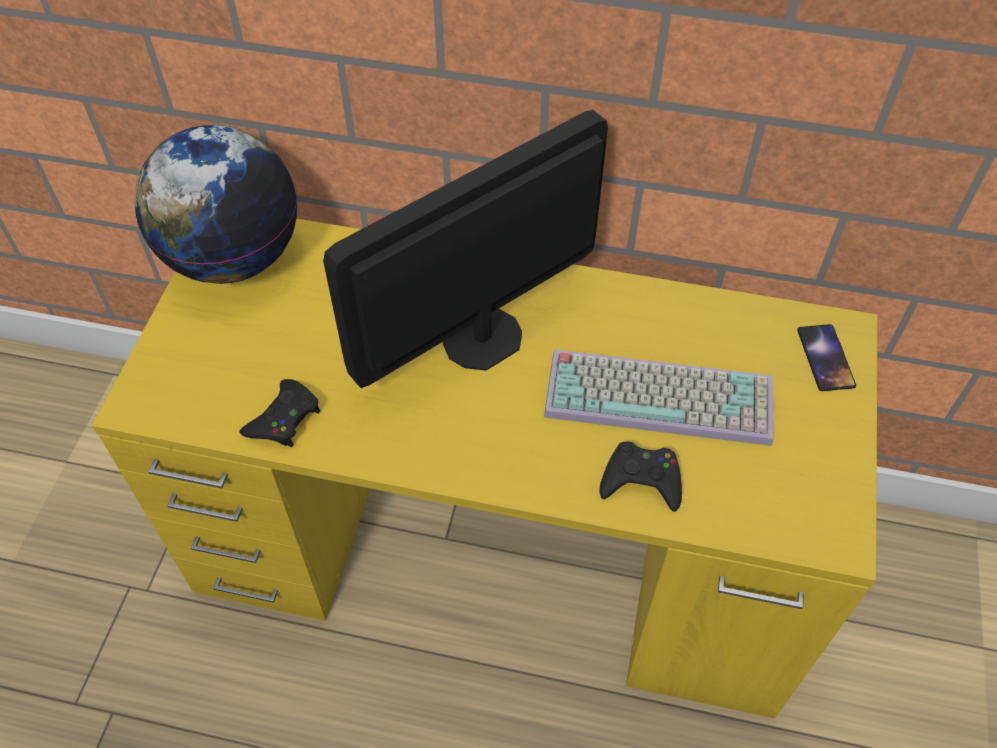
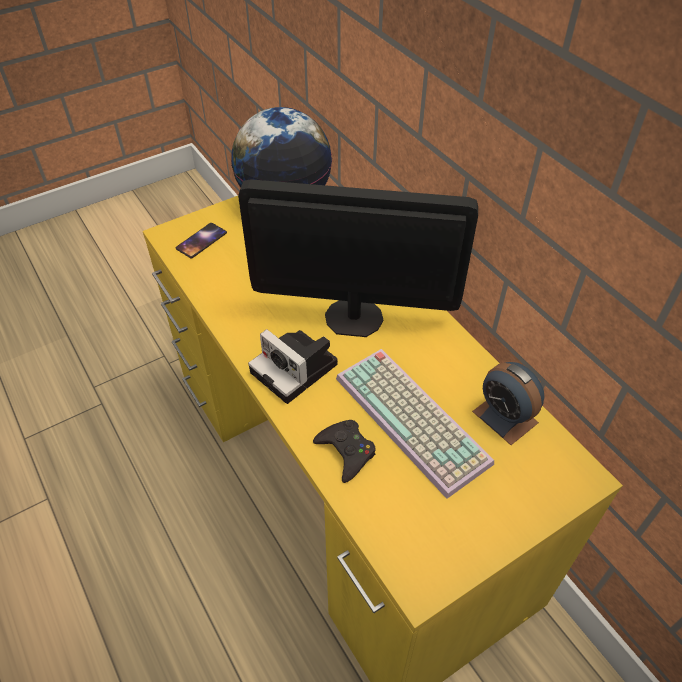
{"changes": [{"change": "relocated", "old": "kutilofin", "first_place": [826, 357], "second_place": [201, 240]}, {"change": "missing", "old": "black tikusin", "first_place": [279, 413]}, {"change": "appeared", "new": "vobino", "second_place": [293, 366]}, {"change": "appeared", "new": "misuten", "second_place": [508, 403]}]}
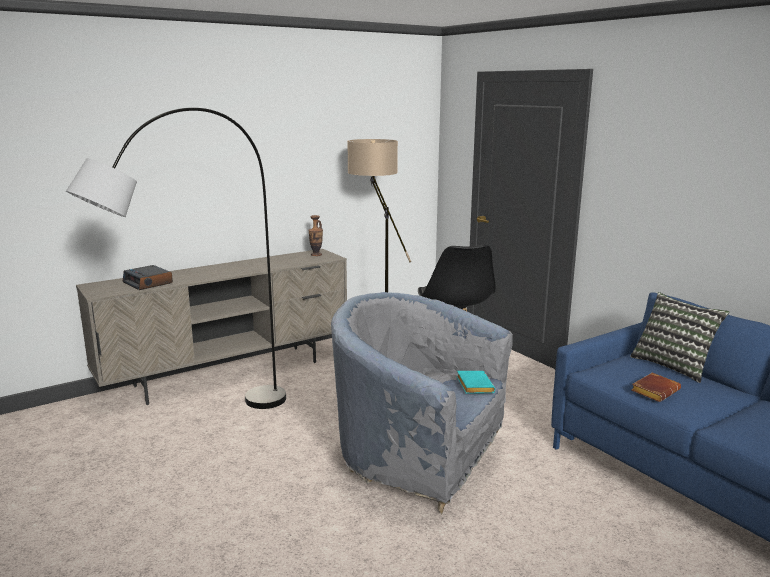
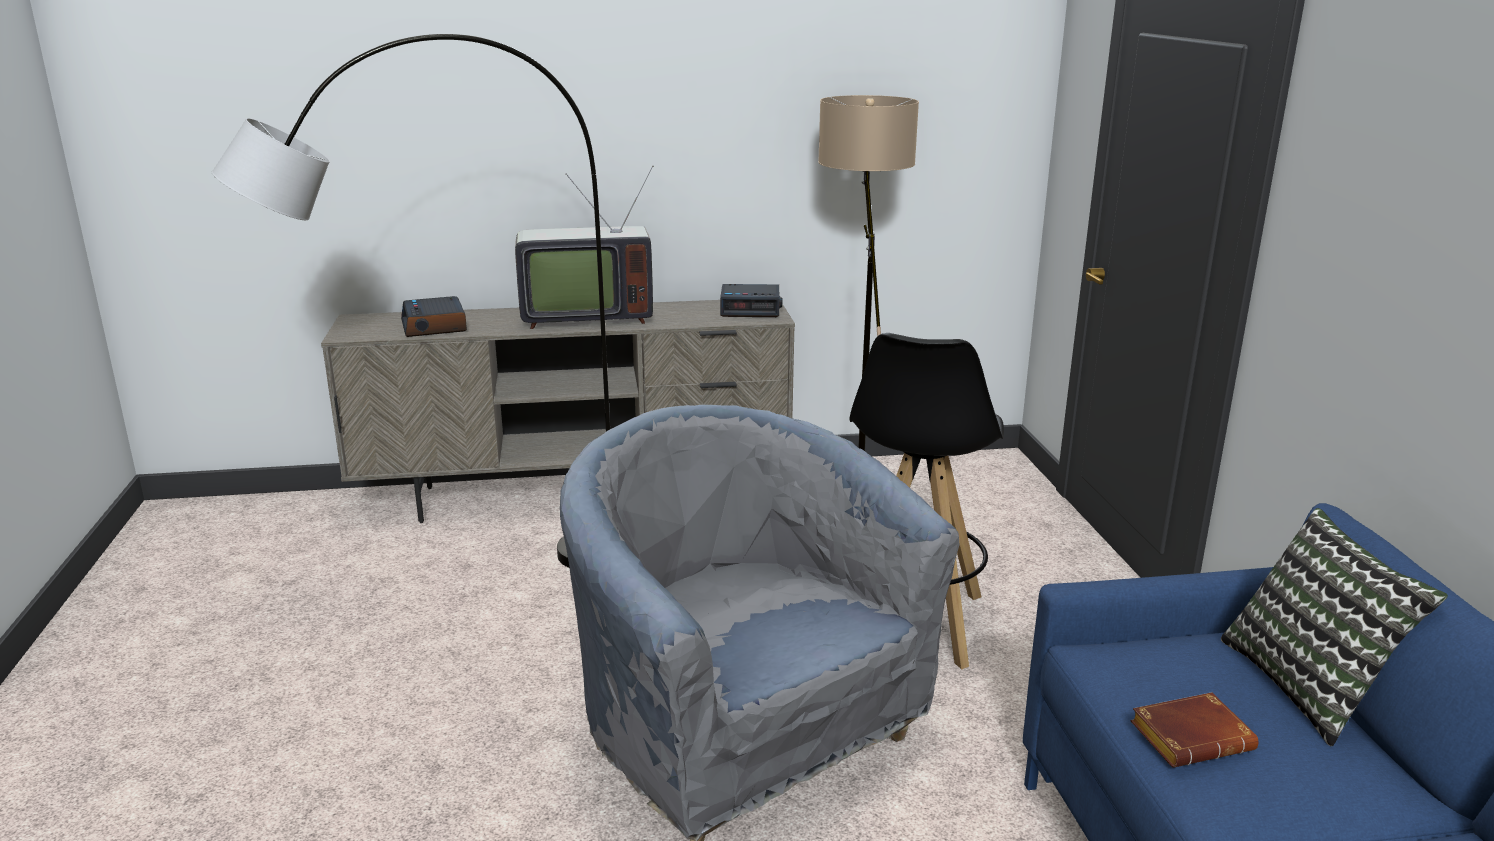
{"changes": [{"change": "exchanged", "old": "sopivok", "new": "misuten", "first_place": [315, 235], "second_place": [751, 300]}, {"change": "missing", "old": "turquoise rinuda", "first_place": [476, 382]}, {"change": "appeared", "new": "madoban", "second_place": [584, 247]}]}
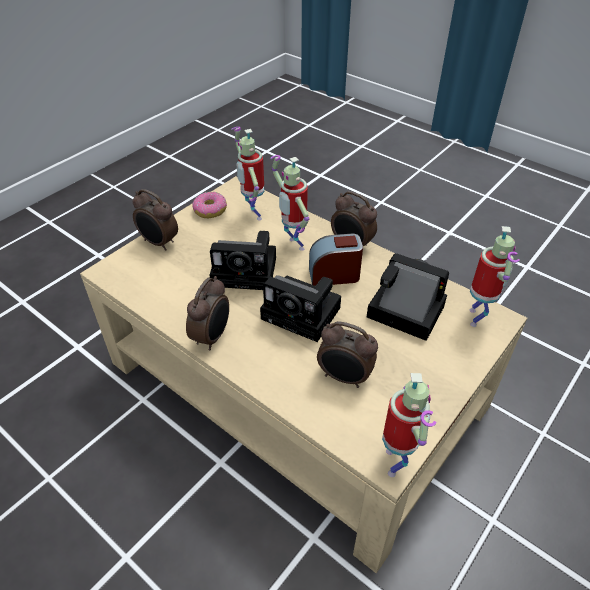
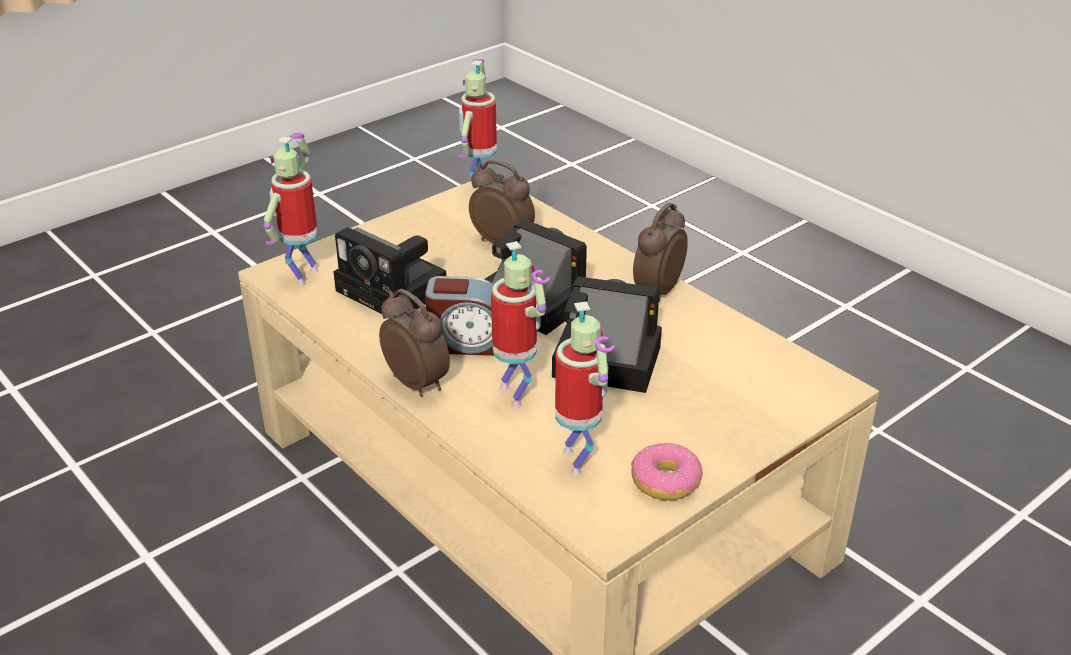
{"changes": [{"change": "missing", "old": "misuten", "first_place": [155, 219]}]}
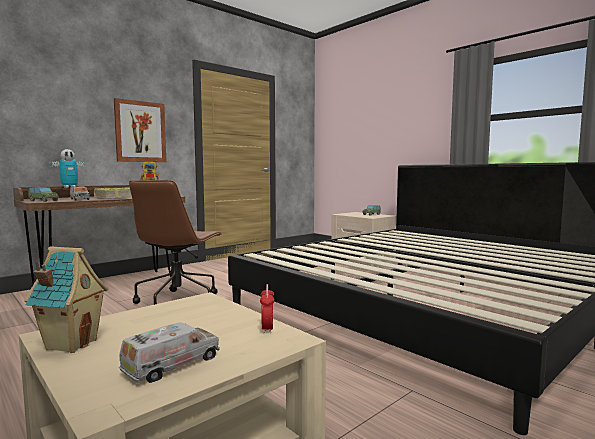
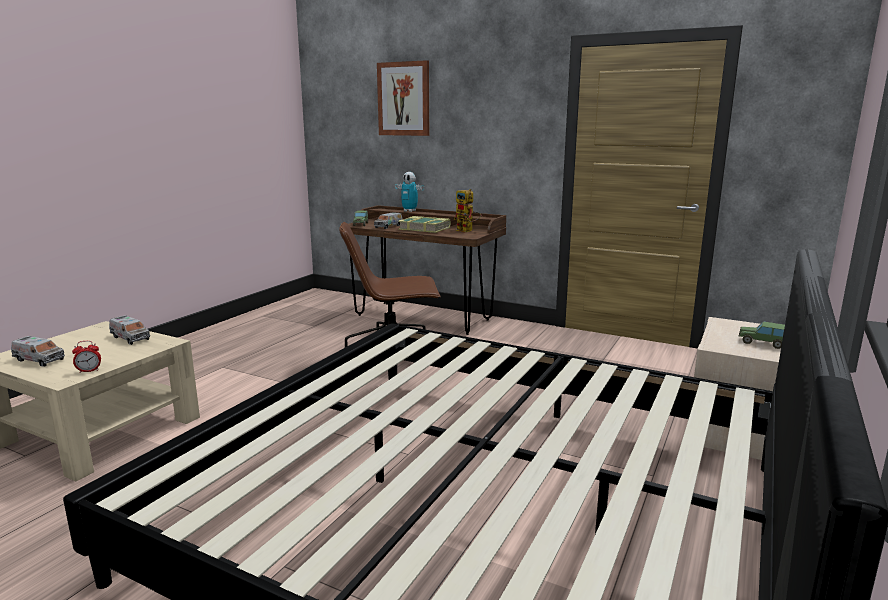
{"changes": [{"change": "relocated", "old": "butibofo", "first_place": [140, 130], "second_place": [403, 98]}, {"change": "missing", "old": "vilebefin", "first_place": [66, 299]}, {"change": "appeared", "new": "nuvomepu", "second_place": [129, 330]}]}
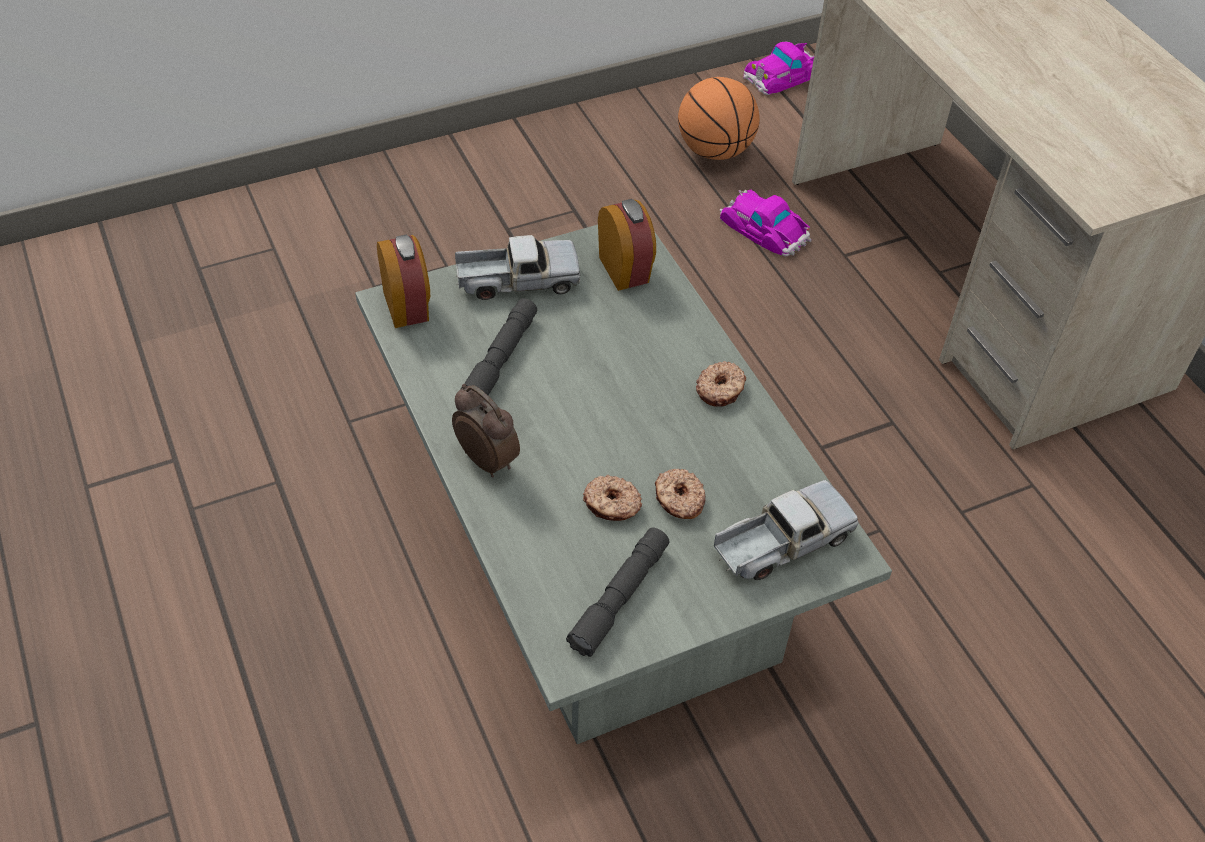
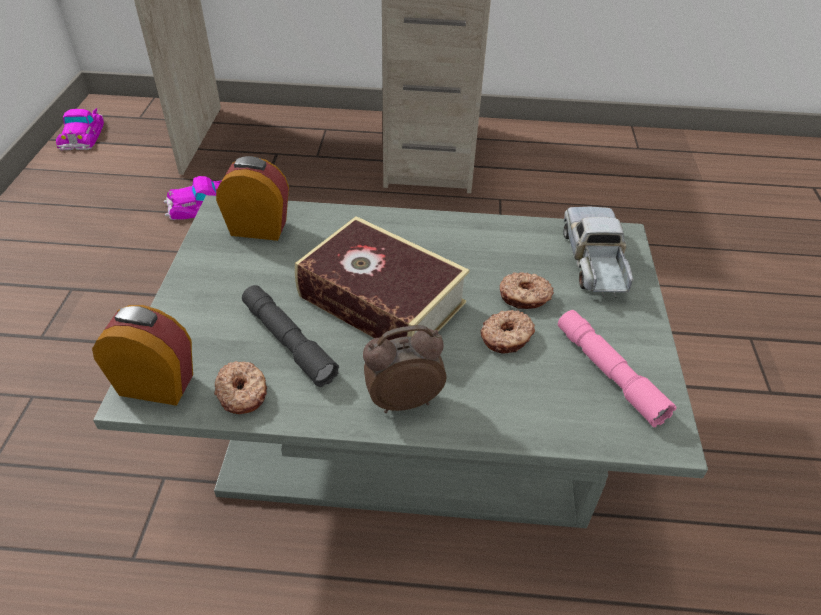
{"changes": [{"change": "missing", "old": "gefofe", "first_place": [719, 118]}, {"change": "missing", "old": "nuvomepu", "first_place": [517, 267]}, {"change": "relocated", "old": "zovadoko", "first_place": [721, 384], "second_place": [240, 387]}, {"change": "colour", "old": "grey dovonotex", "new": "pink dovonotex", "first_place": [617, 592], "second_place": [617, 368]}, {"change": "appeared", "new": "rinuda", "second_place": [382, 278]}]}
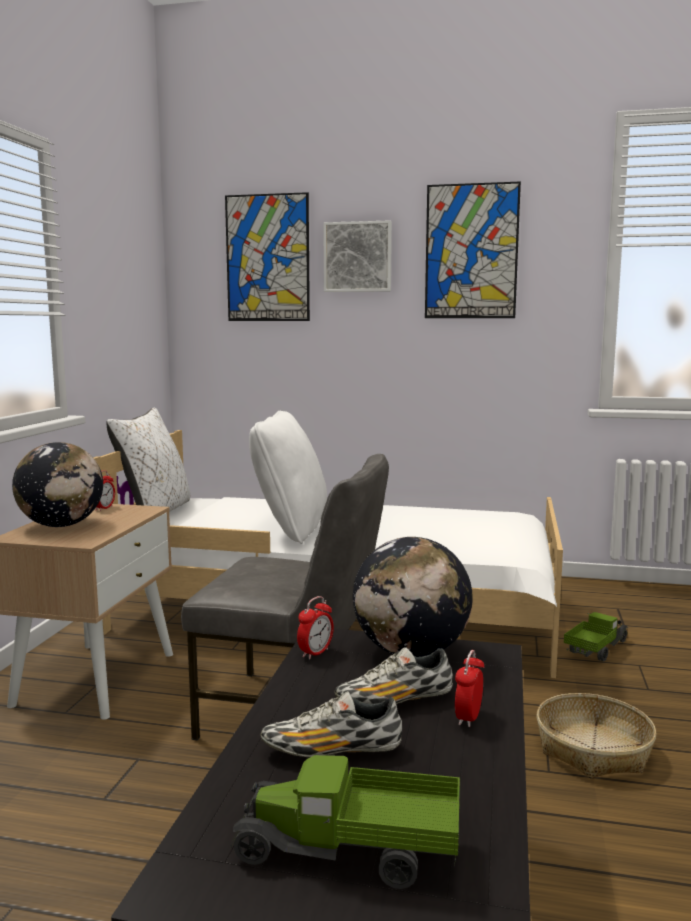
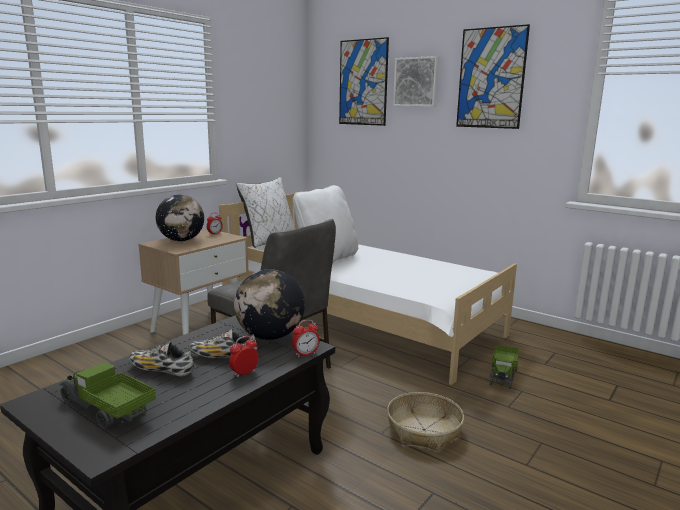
{"changes": [{"change": "relocated", "old": "misuten", "first_place": [315, 628], "second_place": [306, 338]}, {"change": "spun", "old": "nuvomepu", "first_place": [596, 637], "second_place": [504, 367], "degrees": 135}]}
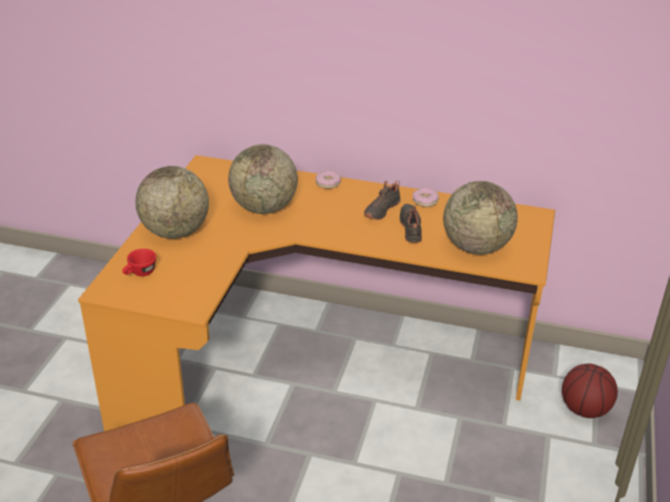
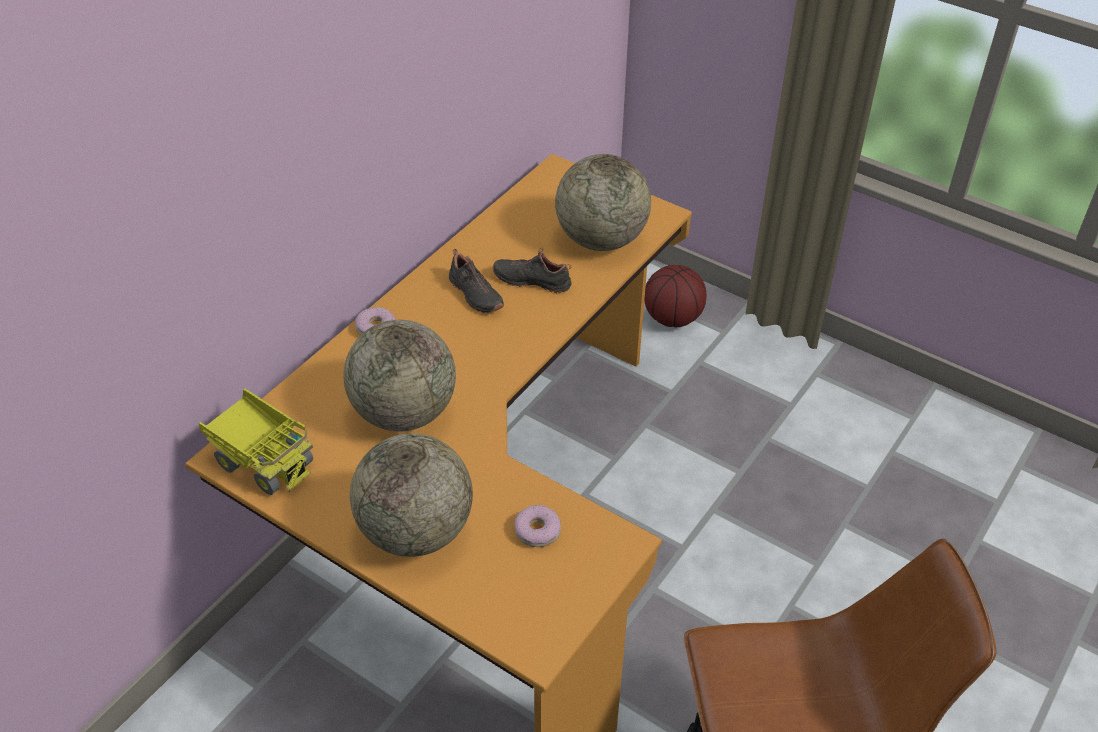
{"changes": [{"change": "relocated", "old": "zovadoko", "first_place": [426, 197], "second_place": [538, 526]}, {"change": "missing", "old": "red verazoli", "first_place": [139, 262]}, {"change": "appeared", "new": "nuvomepu", "second_place": [256, 442]}]}
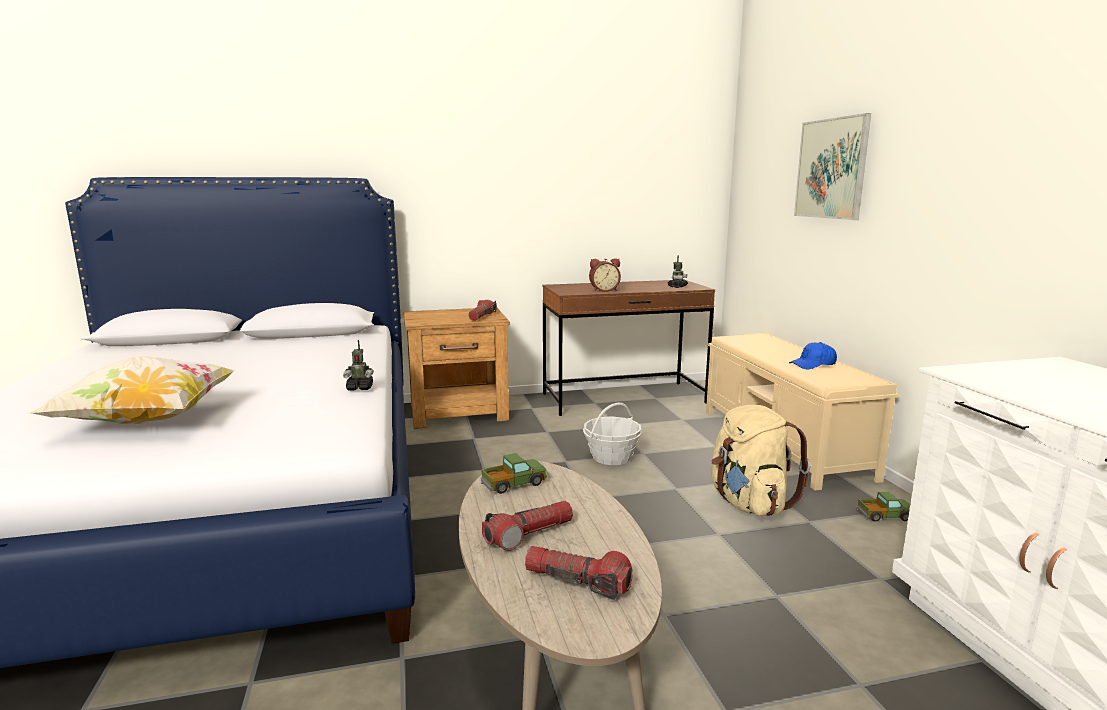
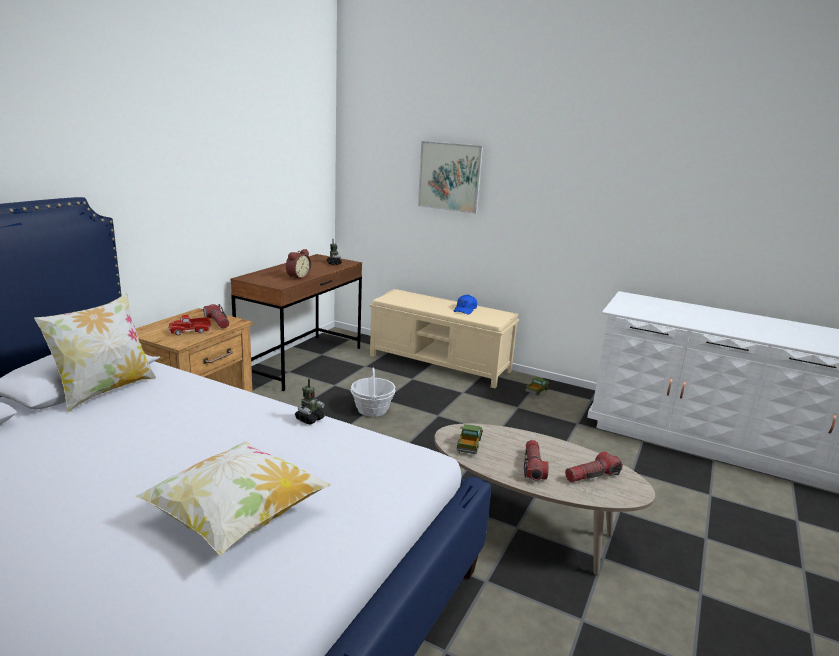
{"changes": [{"change": "missing", "old": "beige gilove", "first_place": [761, 460]}, {"change": "appeared", "new": "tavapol", "second_place": [95, 352]}, {"change": "appeared", "new": "nuvomepu", "second_place": [190, 325]}]}
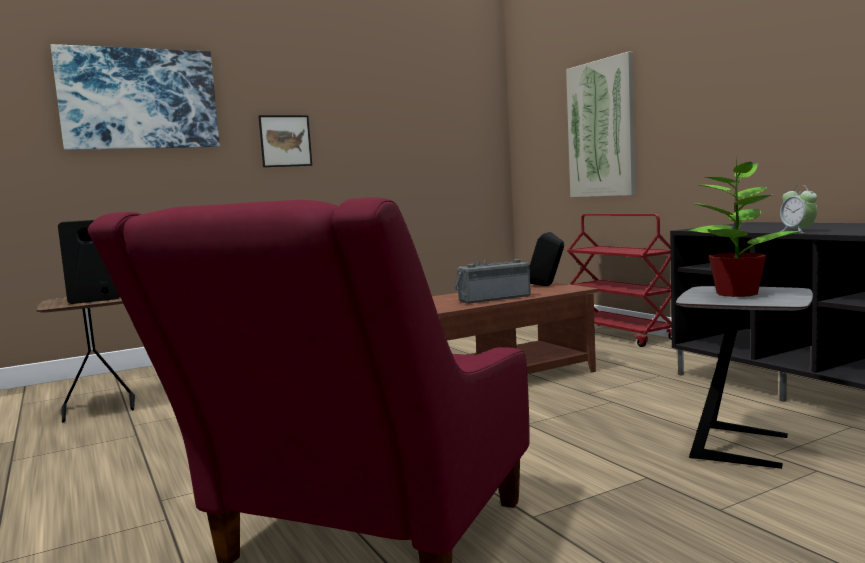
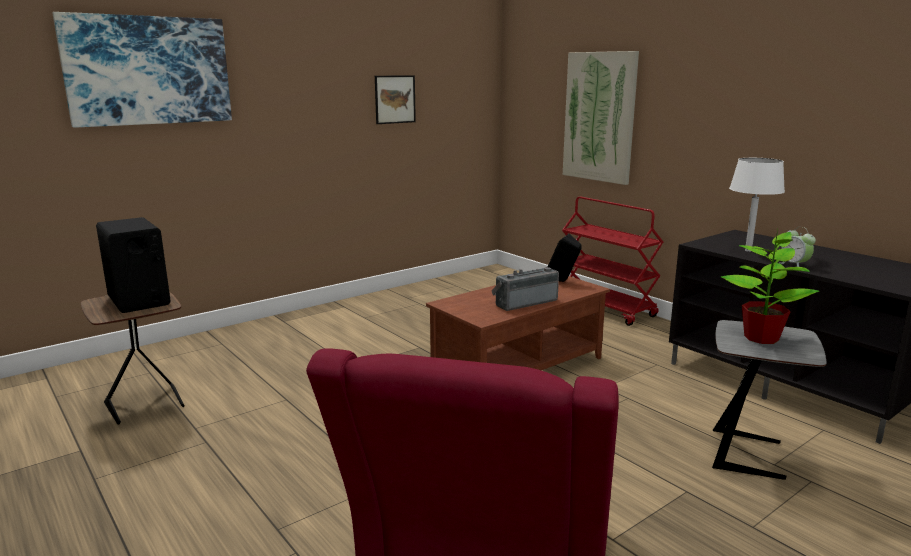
{"changes": [{"change": "relocated", "old": "butibofo", "first_place": [285, 141], "second_place": [395, 99]}, {"change": "appeared", "new": "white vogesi", "second_place": [757, 205]}]}
